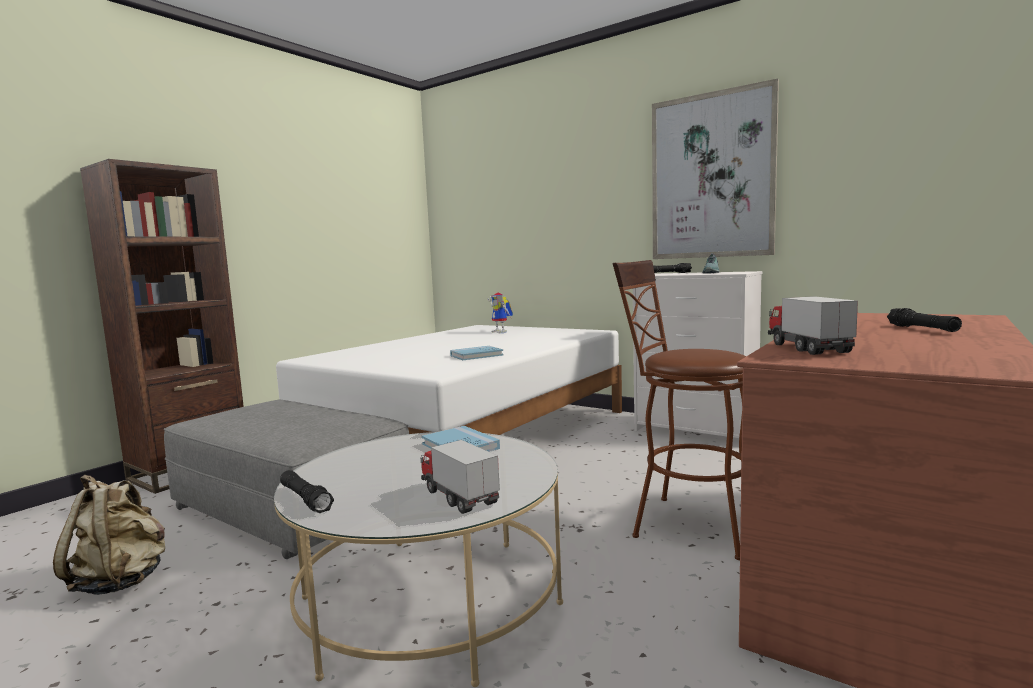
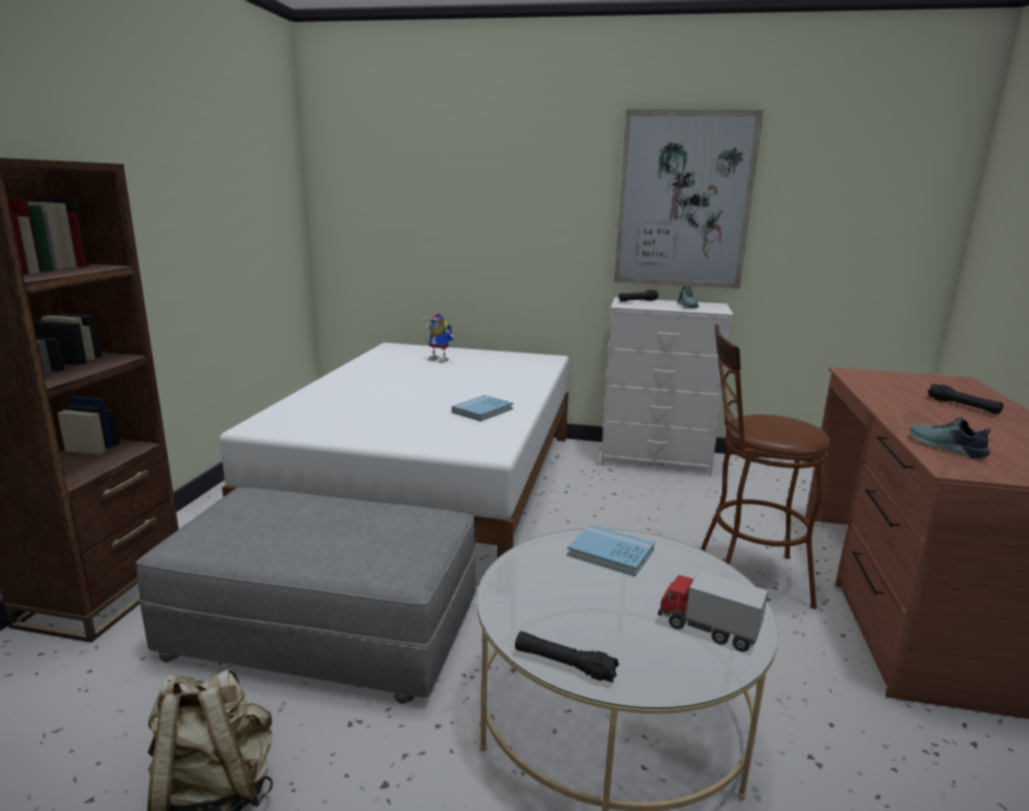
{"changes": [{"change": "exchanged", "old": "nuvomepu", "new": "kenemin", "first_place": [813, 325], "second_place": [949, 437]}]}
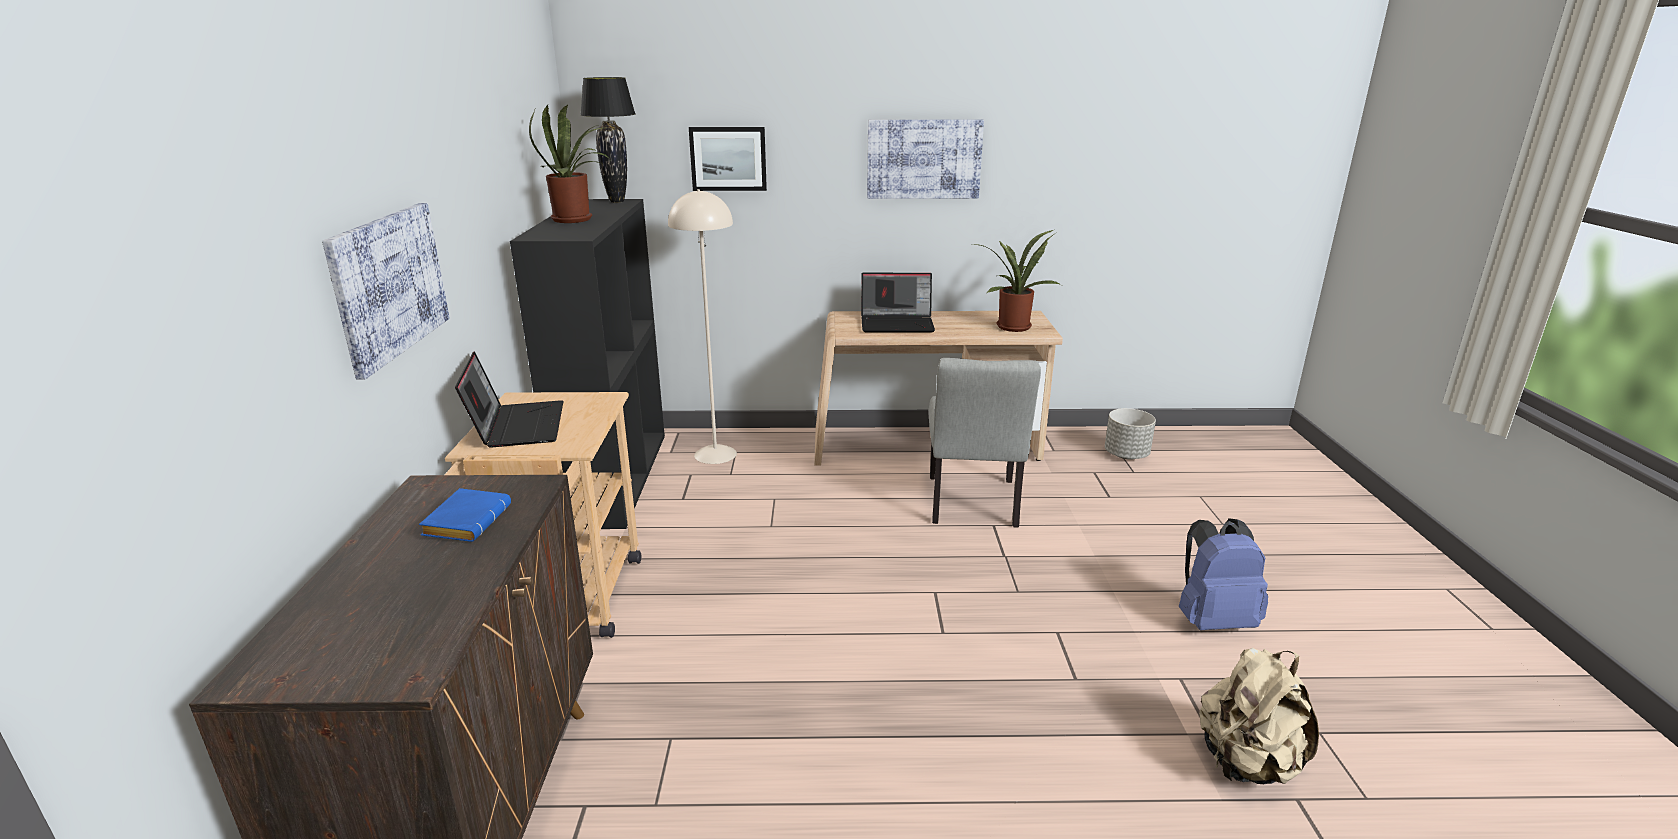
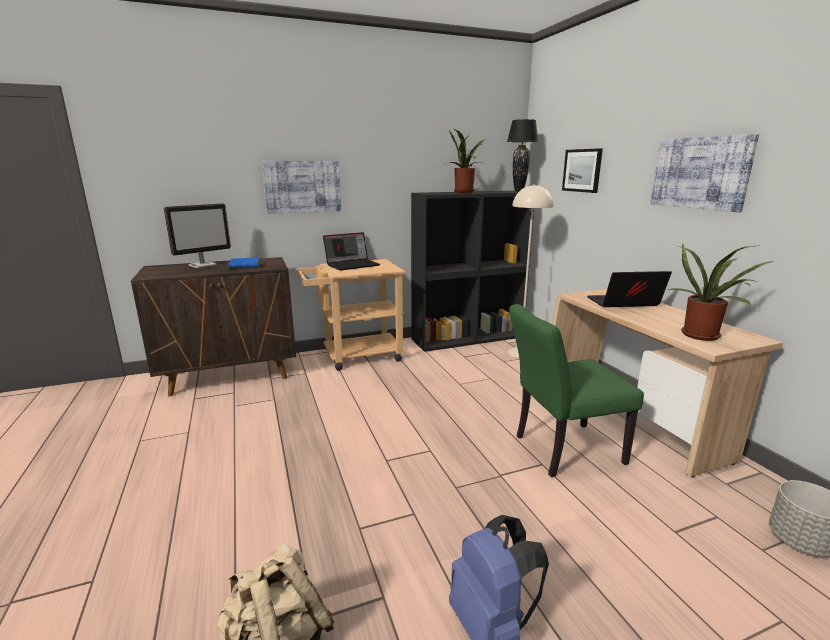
{"changes": [{"change": "spun", "old": "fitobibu", "first_place": [898, 303], "second_place": [629, 289], "degrees": 105}, {"change": "colour", "old": "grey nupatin", "new": "green nupatin", "first_place": [984, 443], "second_place": [576, 390]}, {"change": "appeared", "new": "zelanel", "second_place": [197, 235]}]}
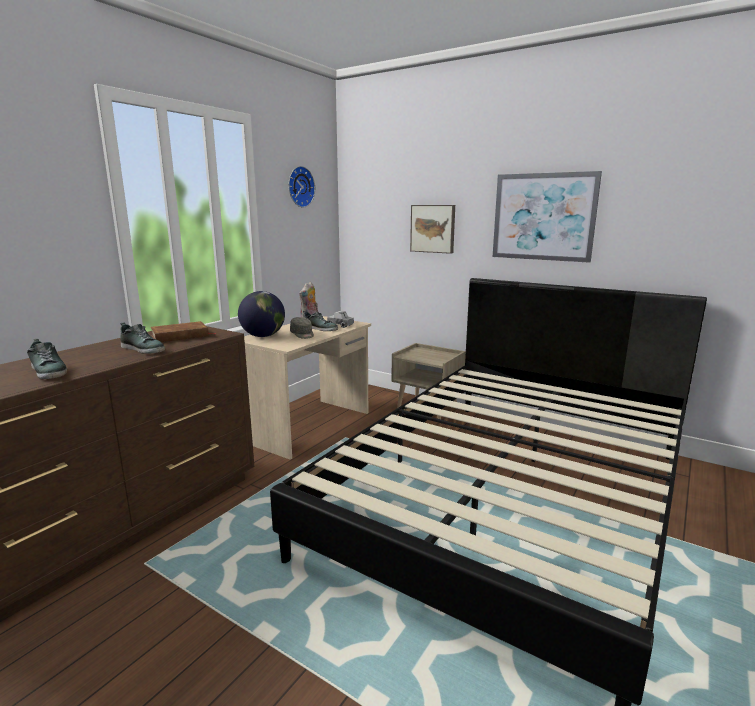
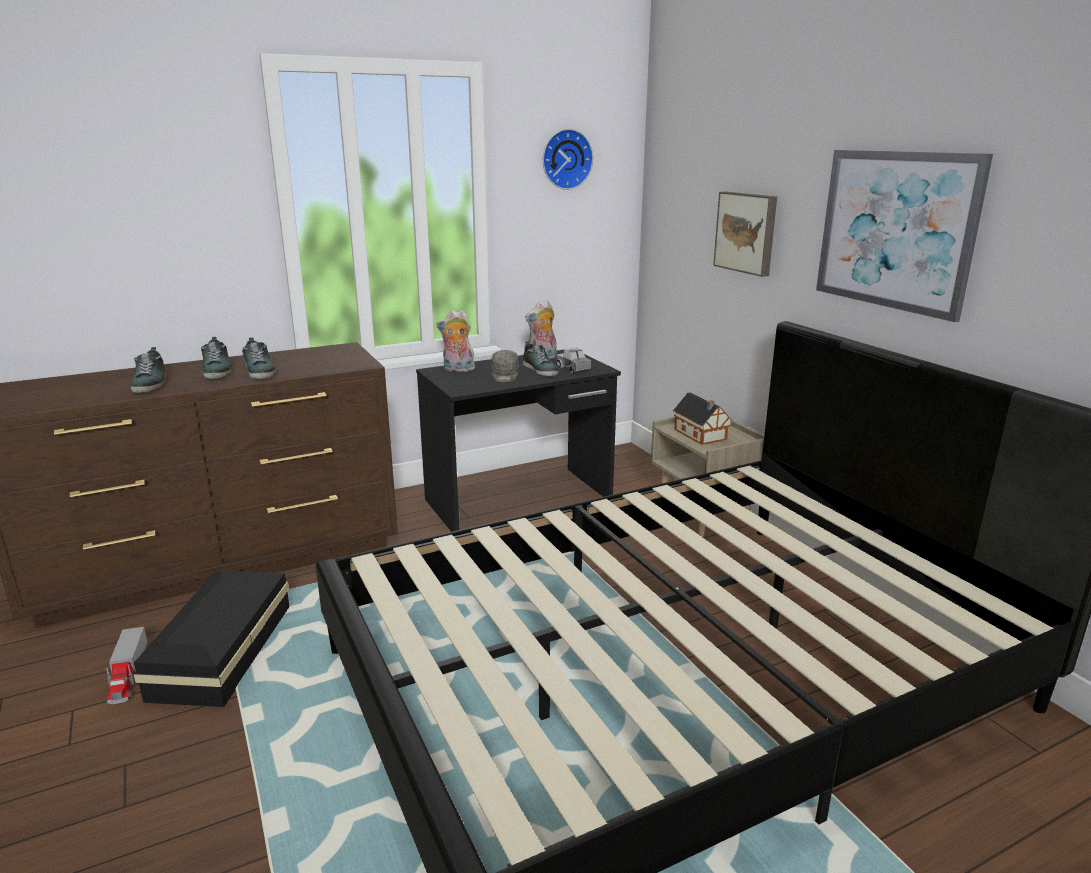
{"changes": [{"change": "exchanged", "old": "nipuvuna", "new": "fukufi", "first_place": [261, 314], "second_place": [456, 341]}, {"change": "colour", "old": "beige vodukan", "new": "black vodukan", "first_place": [307, 388], "second_place": [518, 440]}, {"change": "missing", "old": "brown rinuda", "first_place": [183, 331]}, {"change": "appeared", "new": "kenemin", "second_place": [216, 358]}, {"change": "appeared", "new": "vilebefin", "second_place": [702, 419]}, {"change": "appeared", "new": "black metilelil", "second_place": [211, 638]}, {"change": "appeared", "new": "nuvomepu", "second_place": [126, 665]}]}
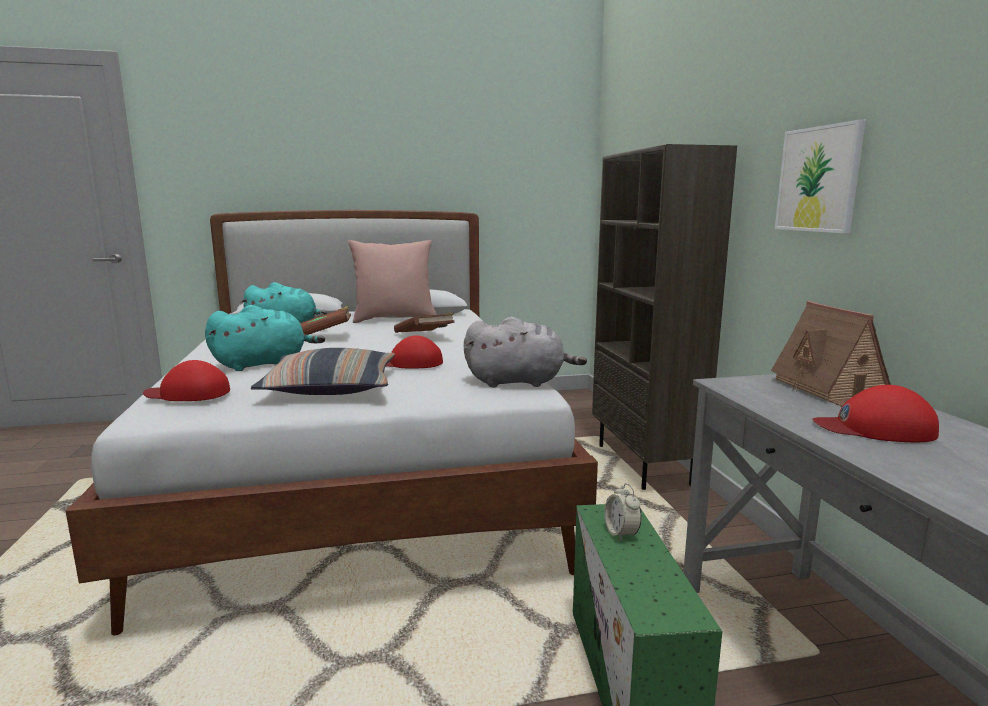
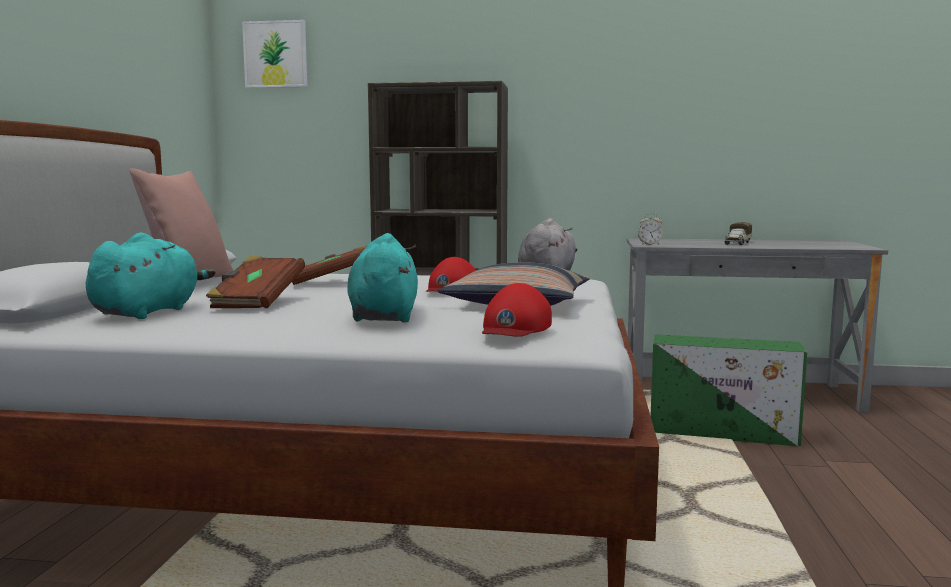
{"changes": [{"change": "relocated", "old": "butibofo", "first_place": [820, 176], "second_place": [274, 54]}, {"change": "missing", "old": "vilebefin", "first_place": [831, 354]}, {"change": "exchanged", "old": "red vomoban", "new": "nuvomepu", "first_place": [875, 413], "second_place": [738, 233]}, {"change": "relocated", "old": "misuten", "first_place": [623, 512], "second_place": [650, 229]}]}
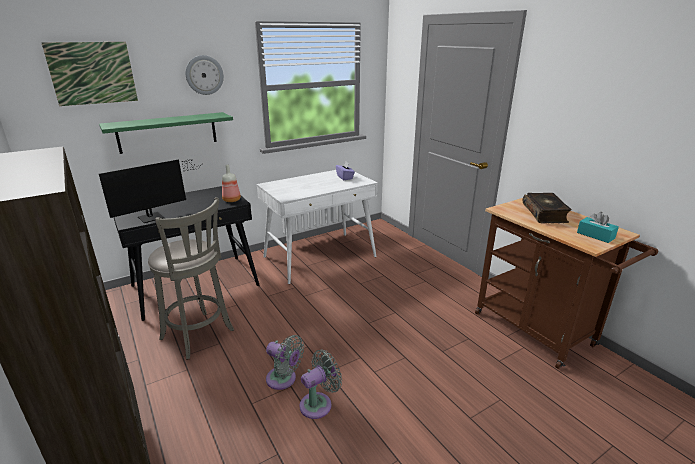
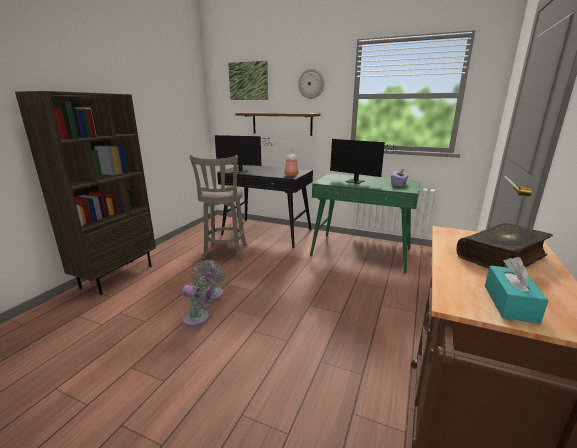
{"changes": [{"change": "colour", "old": "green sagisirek", "new": "brown sagisirek", "first_place": [166, 133], "second_place": [278, 124]}, {"change": "colour", "old": "white vodukan", "new": "green vodukan", "first_place": [317, 227], "second_place": [365, 223]}, {"change": "appeared", "new": "zelanel", "second_place": [366, 161]}]}
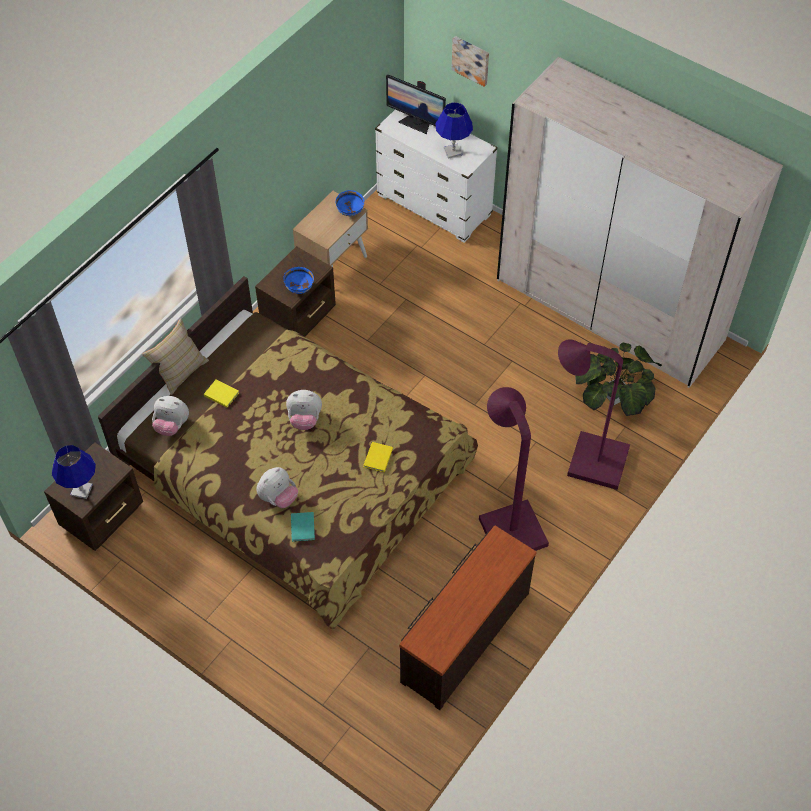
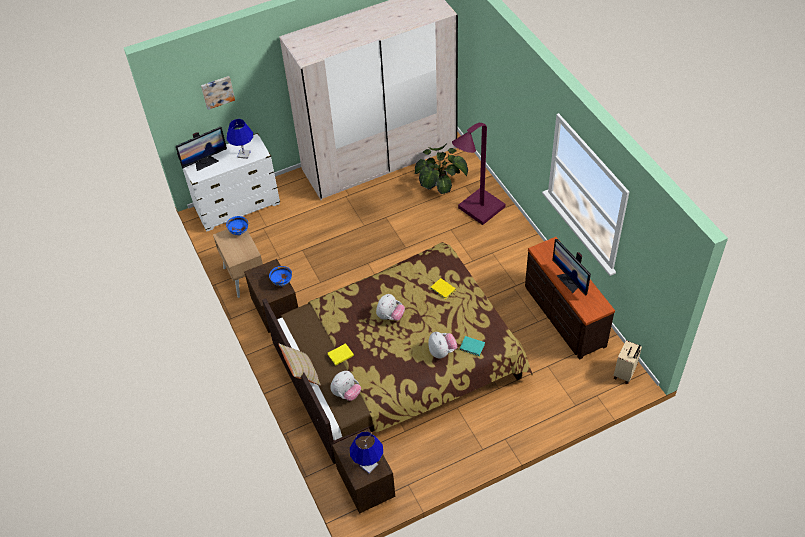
{"changes": [{"change": "missing", "old": "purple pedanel", "first_place": [514, 469]}, {"change": "appeared", "new": "zelanel", "second_place": [571, 267]}, {"change": "appeared", "new": "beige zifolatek", "second_place": [628, 362]}]}
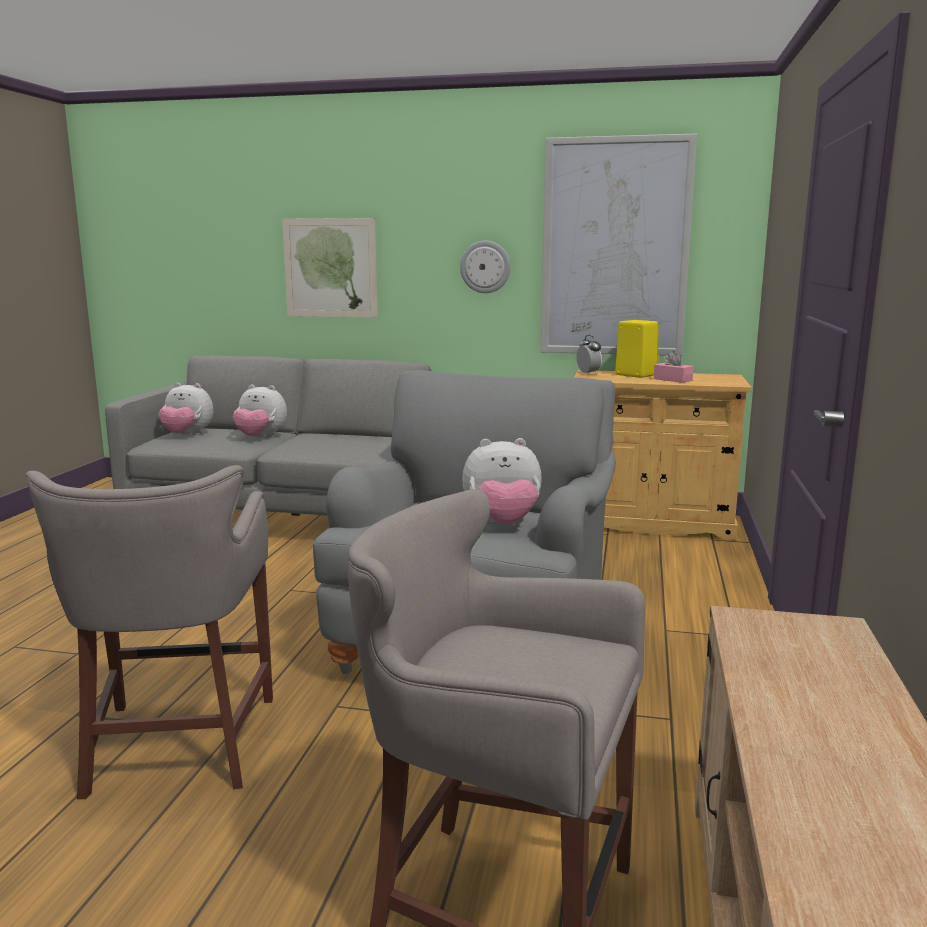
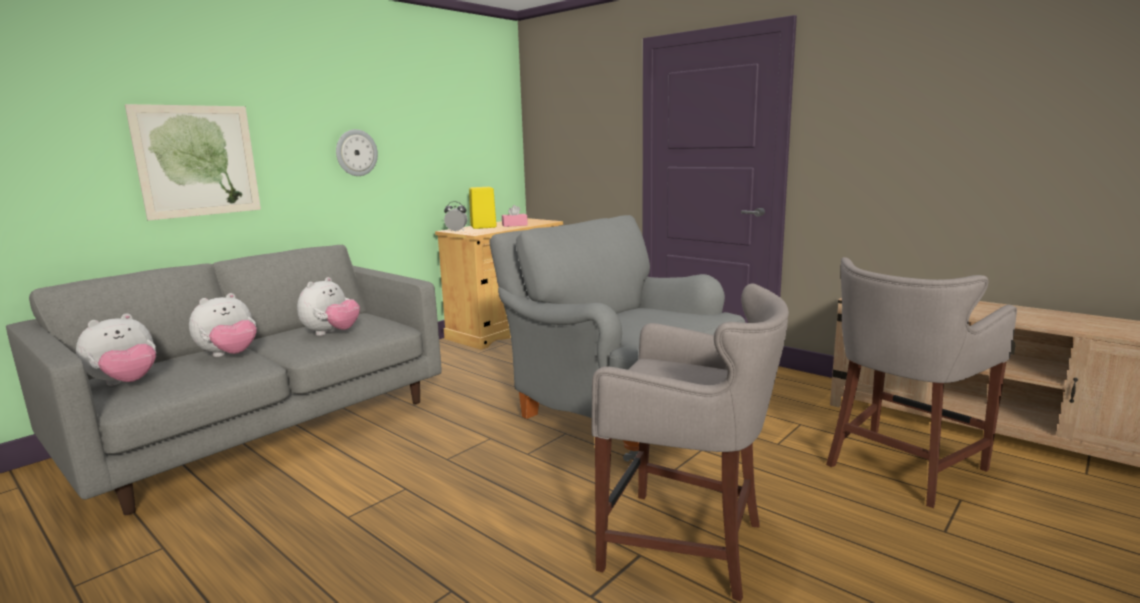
{"changes": [{"change": "missing", "old": "butibofo", "first_place": [619, 245]}, {"change": "relocated", "old": "fukufi", "first_place": [502, 481], "second_place": [328, 306]}]}
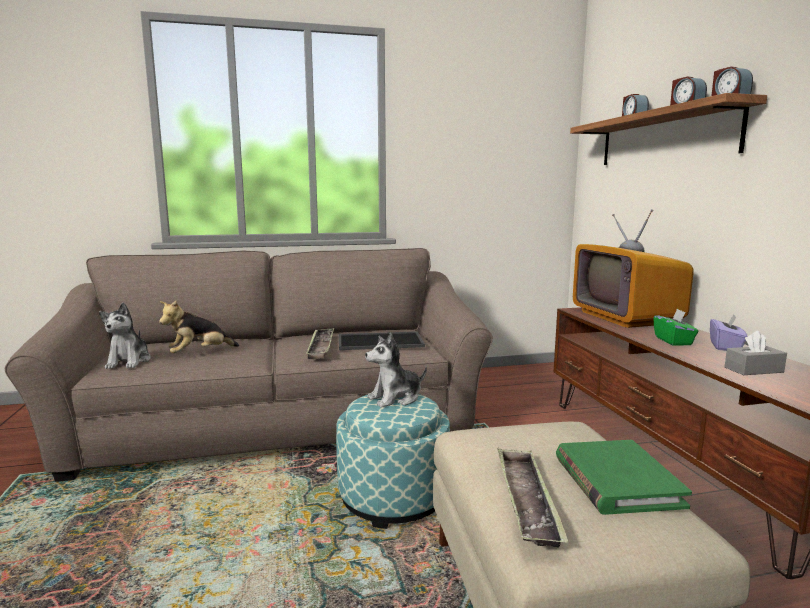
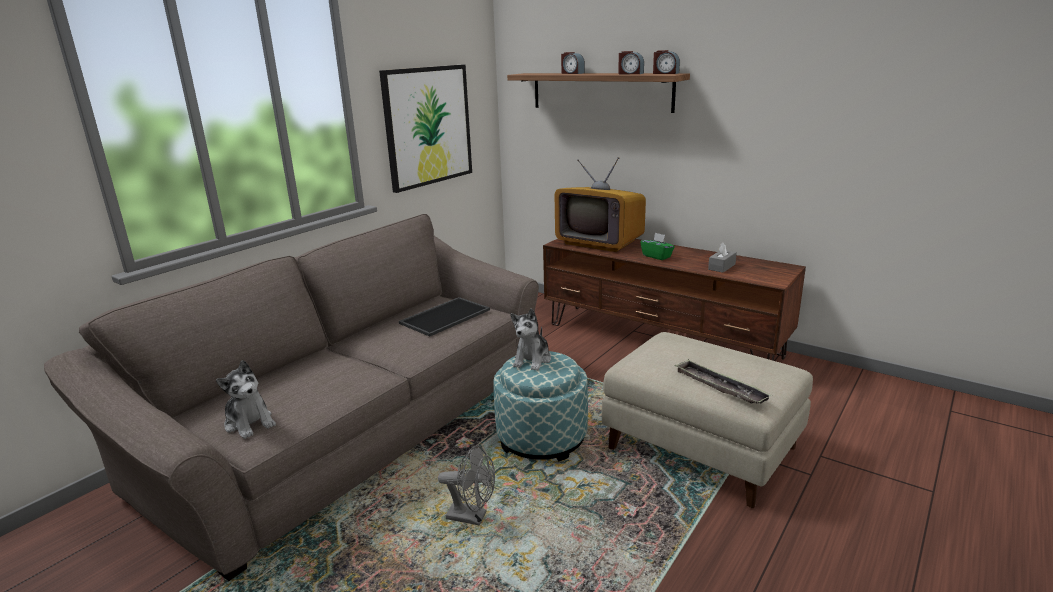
{"changes": [{"change": "missing", "old": "fukufi", "first_place": [199, 327]}, {"change": "missing", "old": "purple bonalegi", "first_place": [728, 332]}, {"change": "missing", "old": "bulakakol", "first_place": [320, 343]}, {"change": "missing", "old": "green rinuda", "first_place": [624, 477]}, {"change": "appeared", "new": "butibofo", "second_place": [425, 129]}, {"change": "appeared", "new": "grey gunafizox", "second_place": [466, 485]}]}
